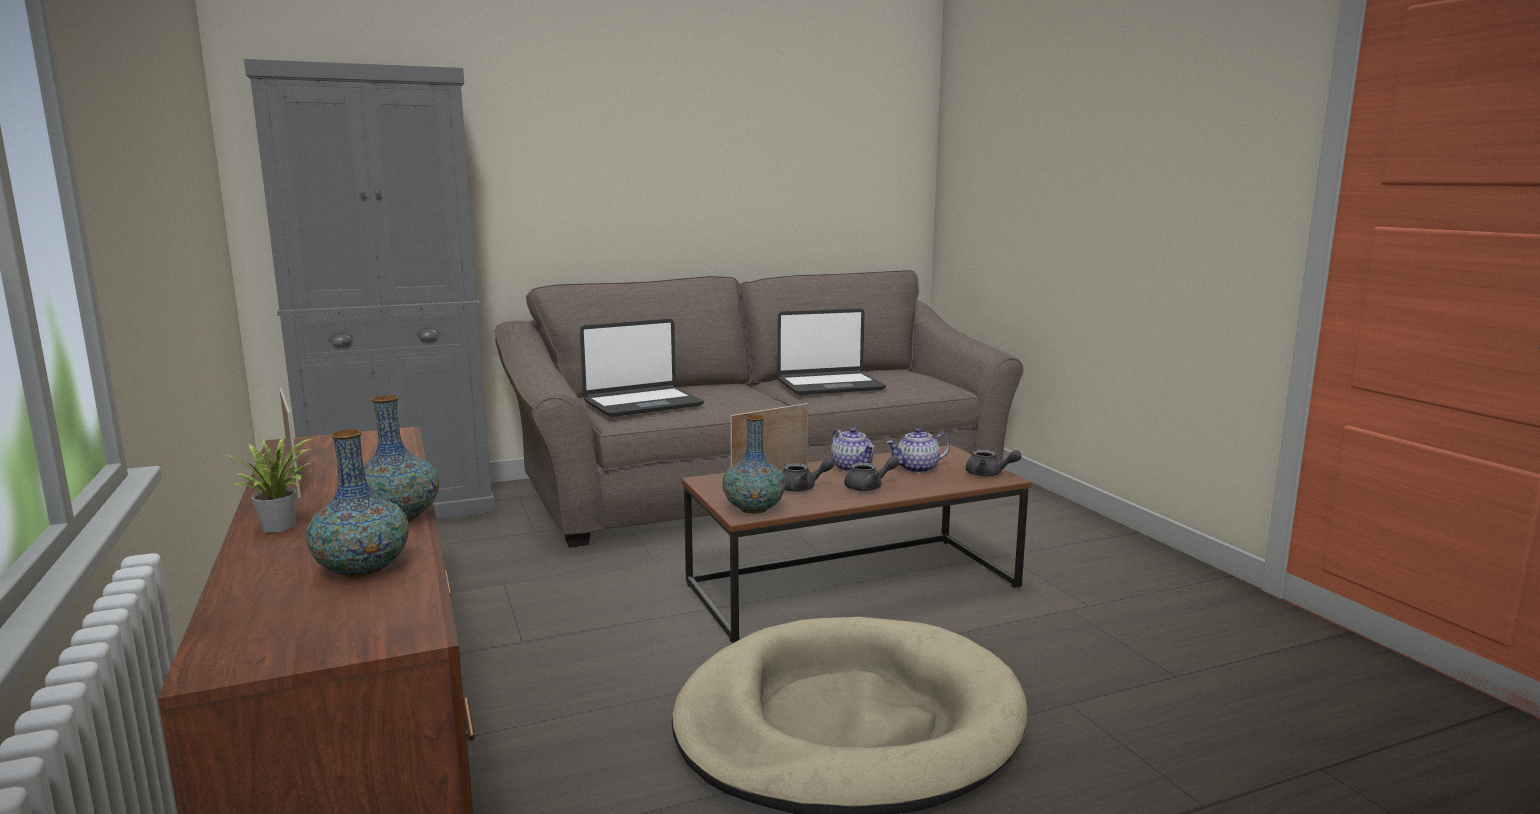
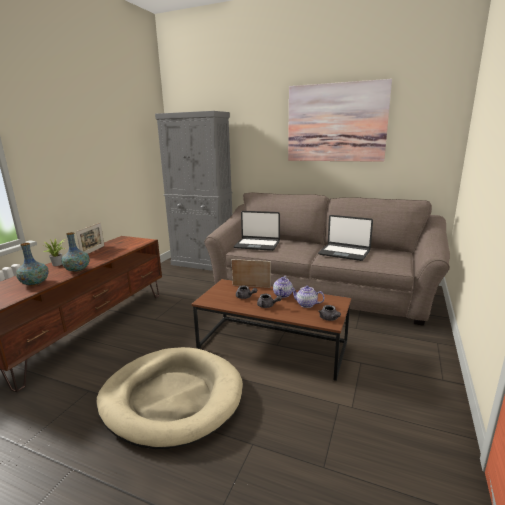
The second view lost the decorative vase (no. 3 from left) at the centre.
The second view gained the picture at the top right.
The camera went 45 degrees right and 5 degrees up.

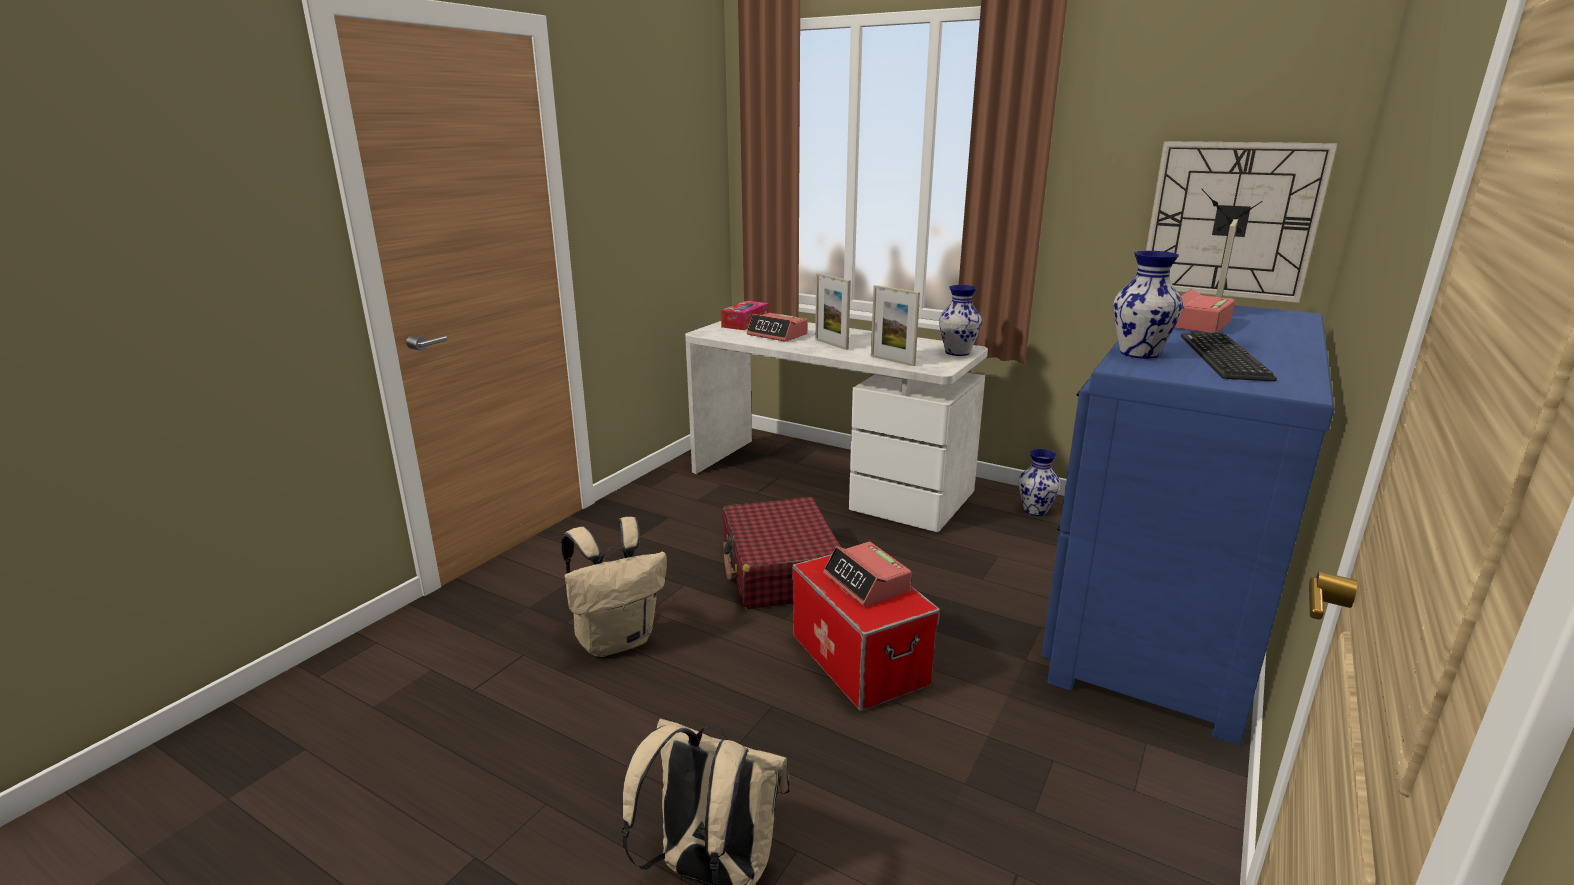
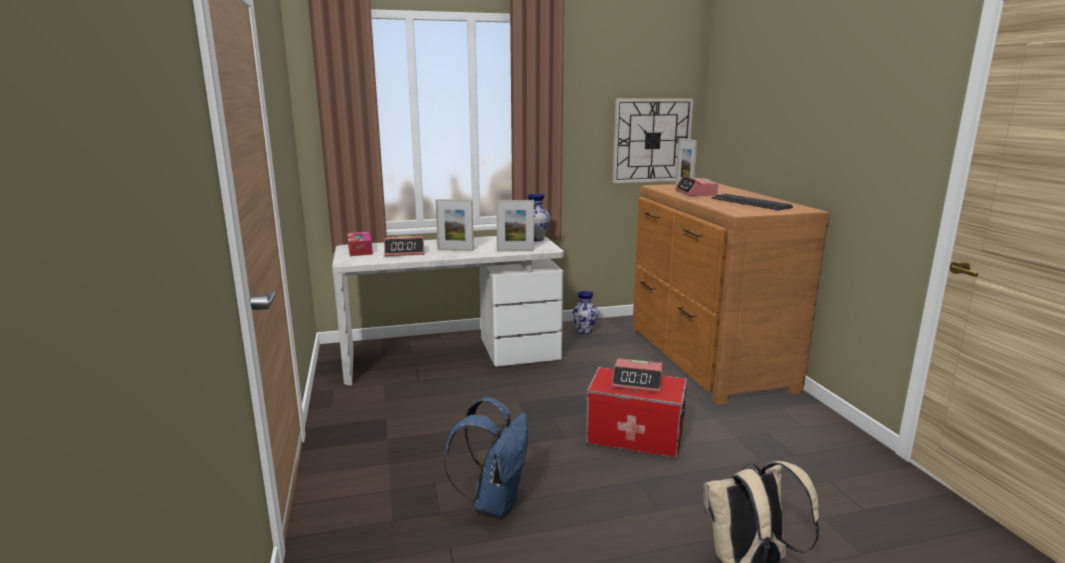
The second view lost the suitcase (reddish) at the centre.
The second view lost the decorative vase (no. 3 from left) at the middle right.
What was the knapsack (beige) (no. 1 from left) at the centre turned into the knapsack (blue) at the bottom centre.
What was the chest of drawers (blue) at the middle right turned into the chest of drawers (brown-coloured) at the middle right.
The camera went 45 degrees left and 5 degrees down.

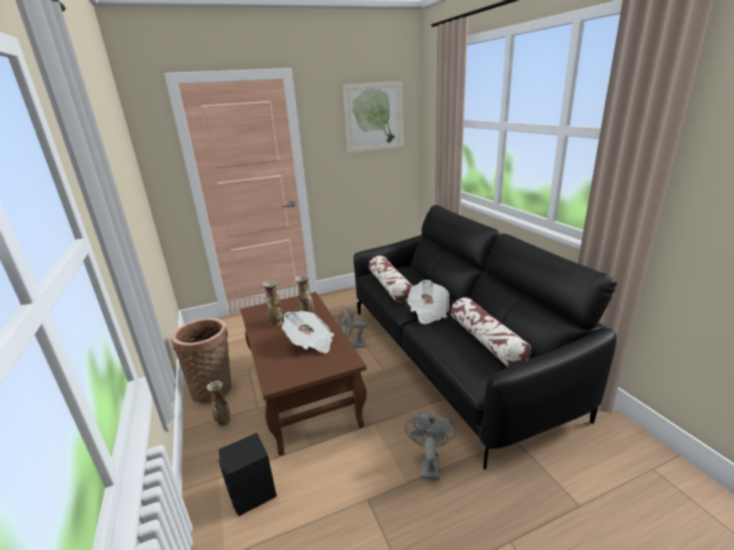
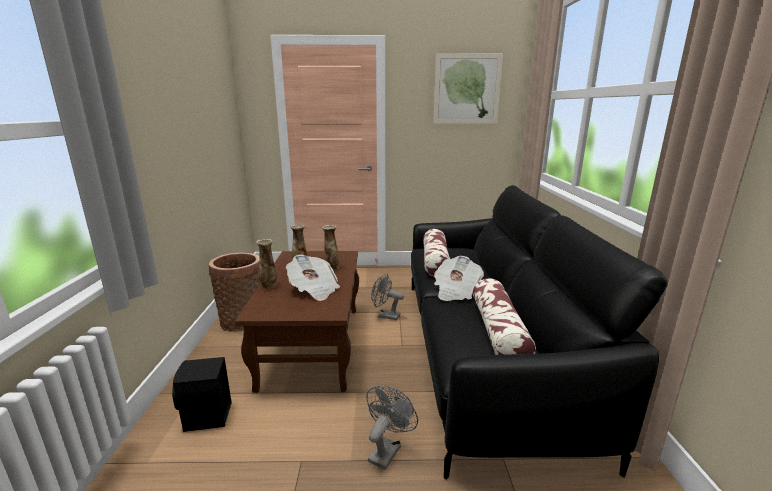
The decorative vase (no. 1 from left) ended up elsewhere, having gone from the bottom left to the centre.
The camera went 20 degrees right and 5 degrees down.

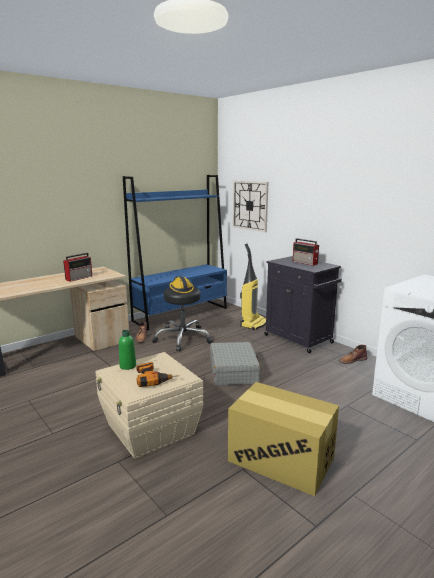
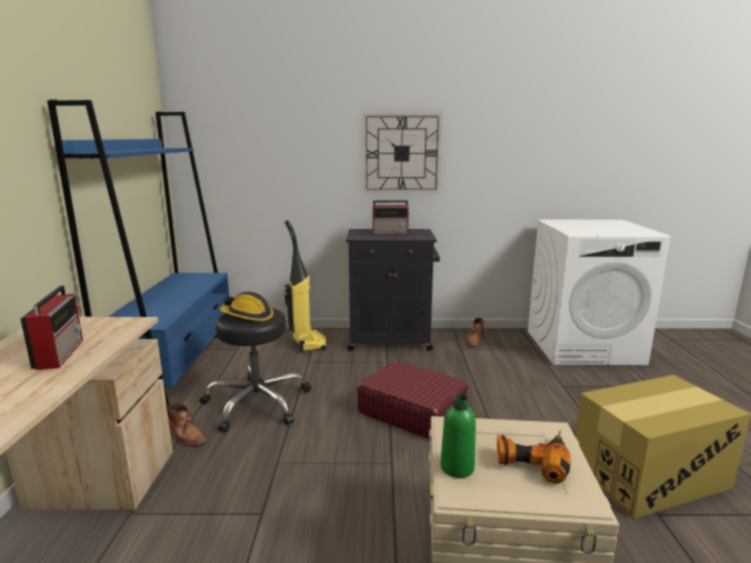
The hanging clock ended up elsewhere, having gone from the centre to the top centre.
What was the suitcase (grey) at the centre turned into the suitcase (reddish) at the bottom centre.
The camera went 50 degrees left and 0 degrees up.

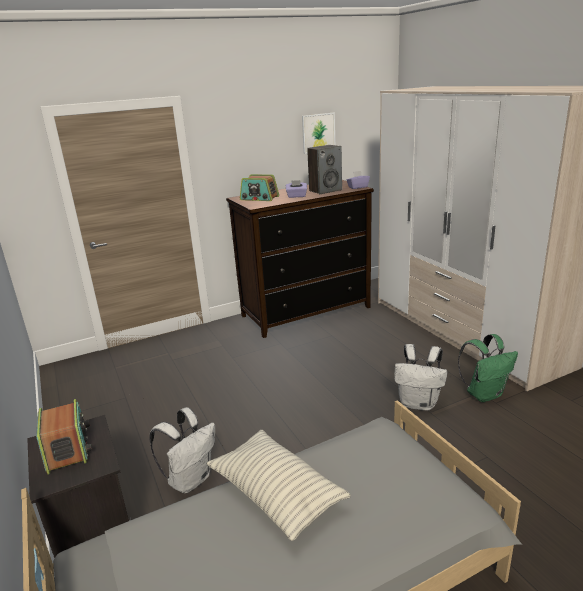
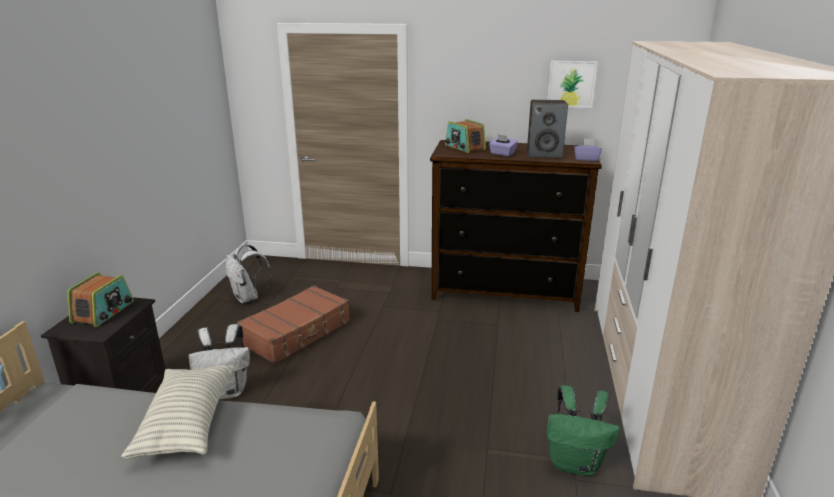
The second view gained the suitcase (brown-coloured) at the centre.
The knapsack (whitish) (no. 2 from left) ended up elsewhere, having gone from the middle right to the middle left.
The camera went 35 degrees right and 0 degrees up.

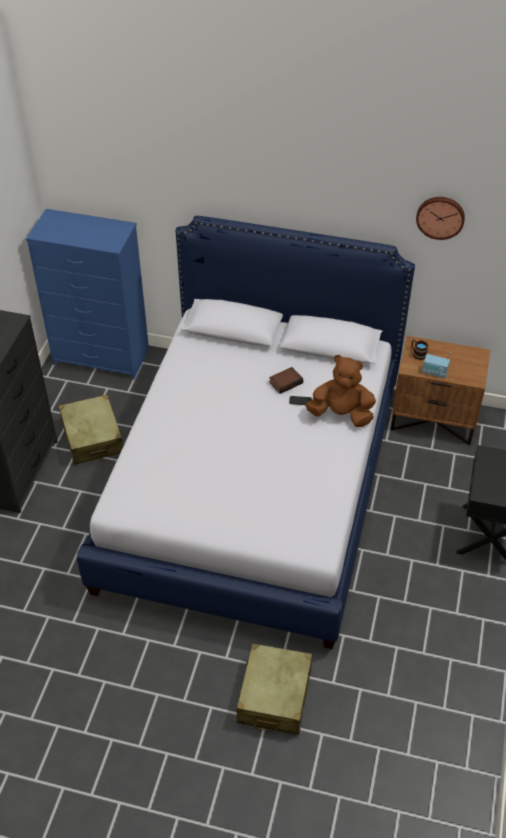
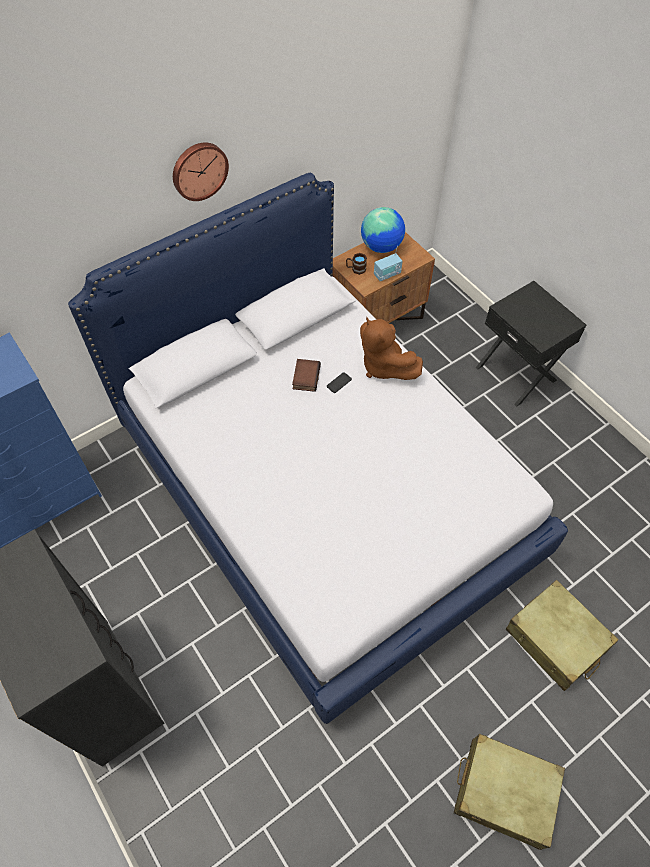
The second view gained the globe at the top centre.
The suitcase (beige) (no. 1 from left) ended up elsewhere, having gone from the middle left to the bottom right.
The hanging clock ended up elsewhere, having gone from the top right to the top left.
The soft toy (brown-coloured) at the middle right ended up facing another way, 90 degrees counterclockwise from before.
The camera went 50 degrees left and 10 degrees up.

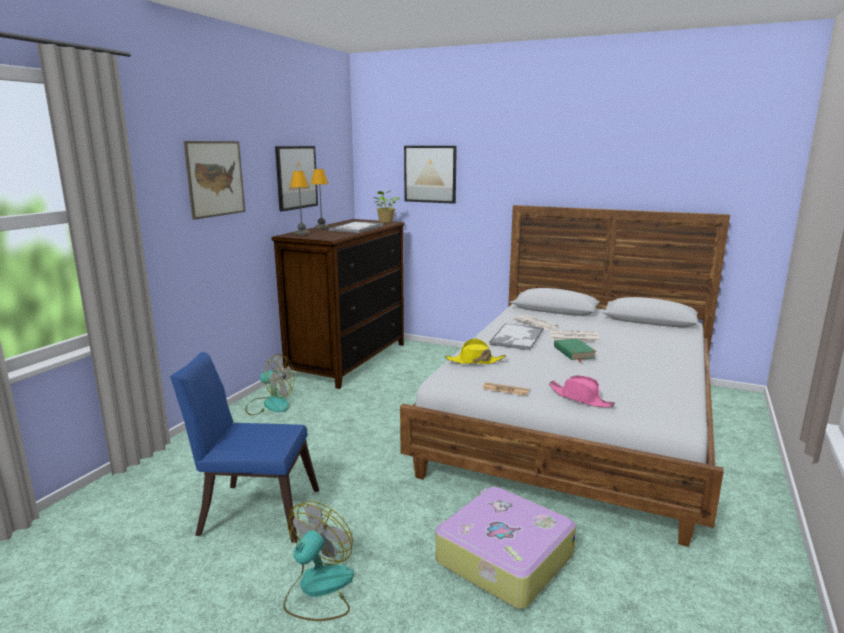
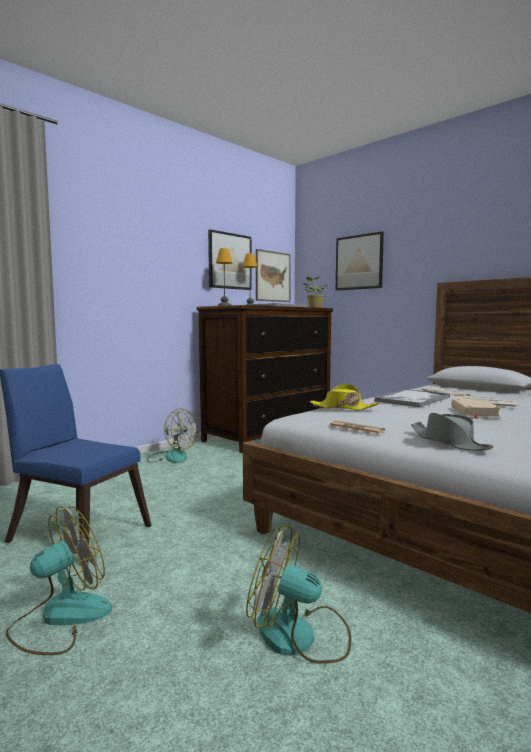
The picture (no. 1 from left in the first image) ended up elsewhere, having gone from the top left to the centre.
Where the suitcase stood at the bottom centre, the fan (no. 3 from left) came to stand at the bottom centre.
What was the wearable hat (pink) at the middle right turned into the wearable hat (grey) at the middle right.
What was the bound book (greenish) at the middle right turned into the bound book (beige) at the middle right.
The camera went 20 degrees right and 10 degrees down.

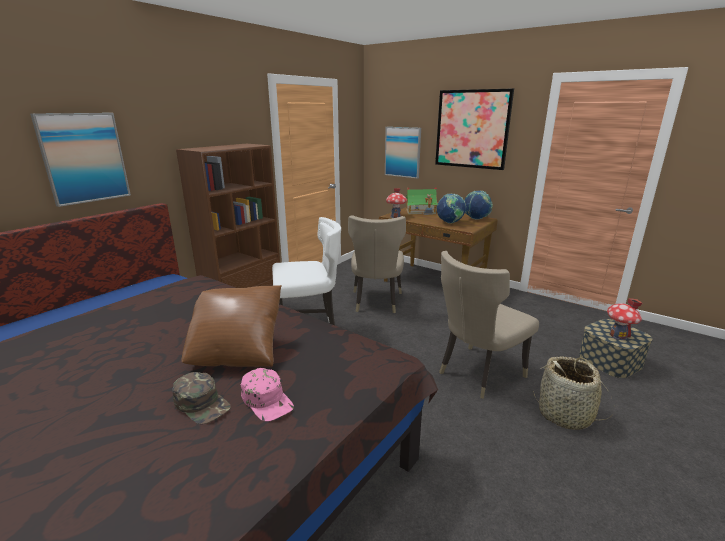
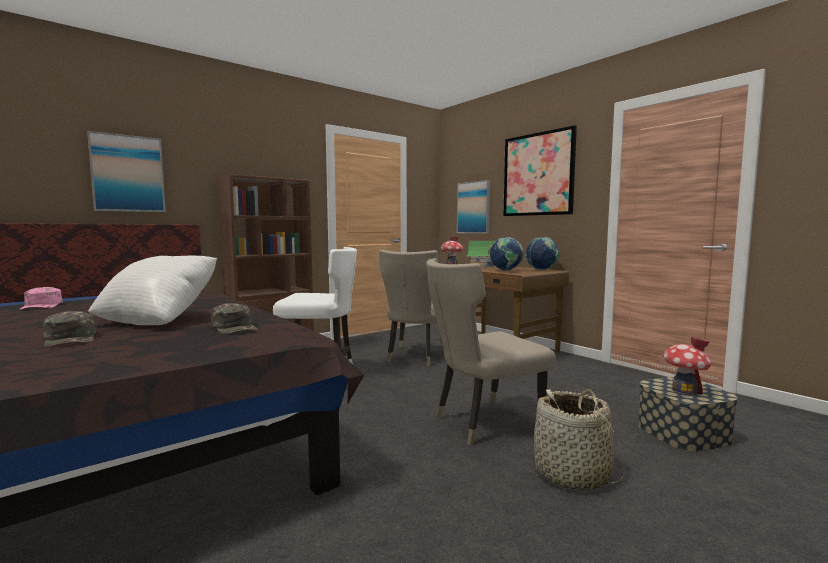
The second view gained the baseball cap (greenish) (no. 2 from left) at the middle left.
The baseball cap (pink) ended up elsewhere, having gone from the bottom centre to the middle left.
What was the throw pillow (brown-coloured) at the middle left turned into the throw pillow (whitish) at the middle left.
The camera went 15 degrees right and 15 degrees down.

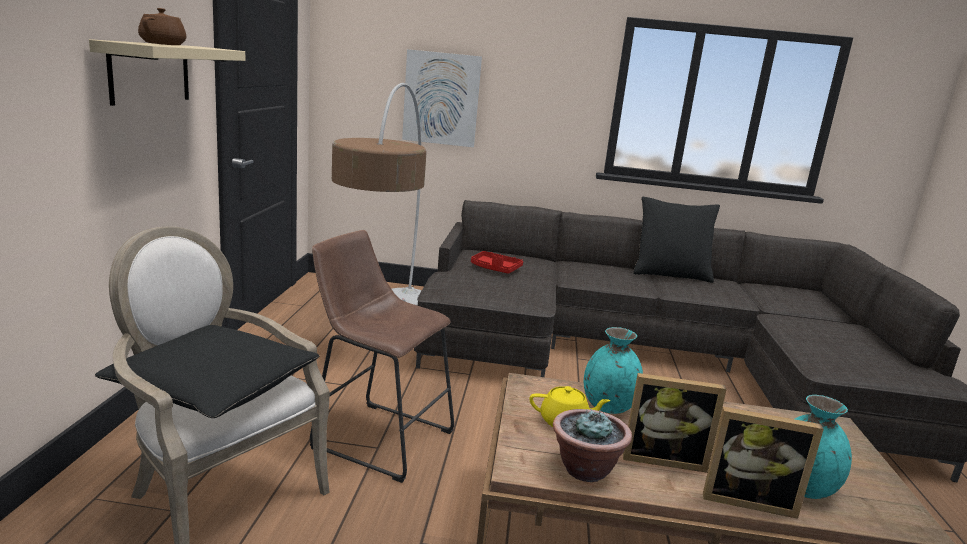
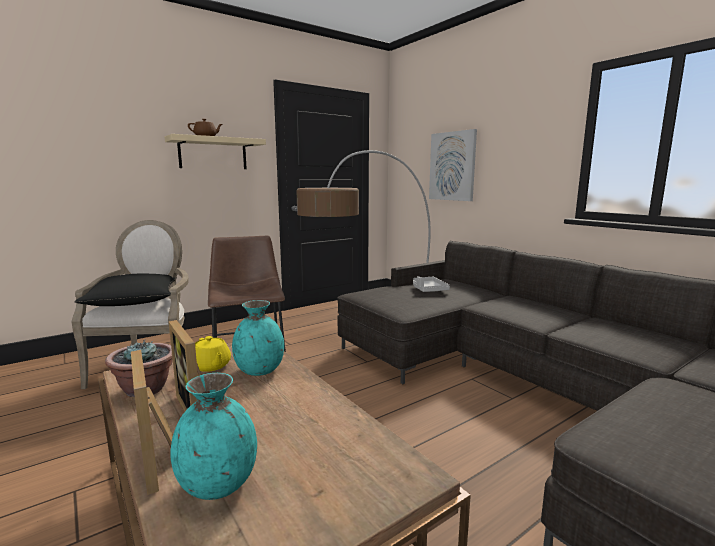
The second view lost the throw pillow (blackish) (no. 2 from left) at the middle right.
What was the tray (reddish) at the centre turned into the tray (grey) at the centre.
The camera went 50 degrees right and 5 degrees down.

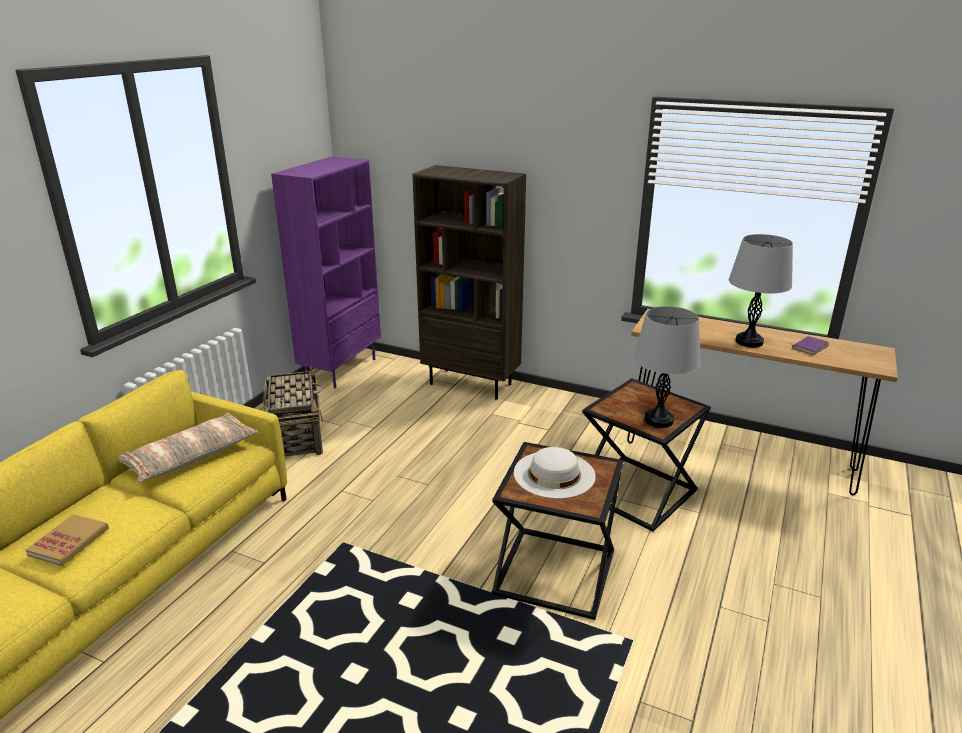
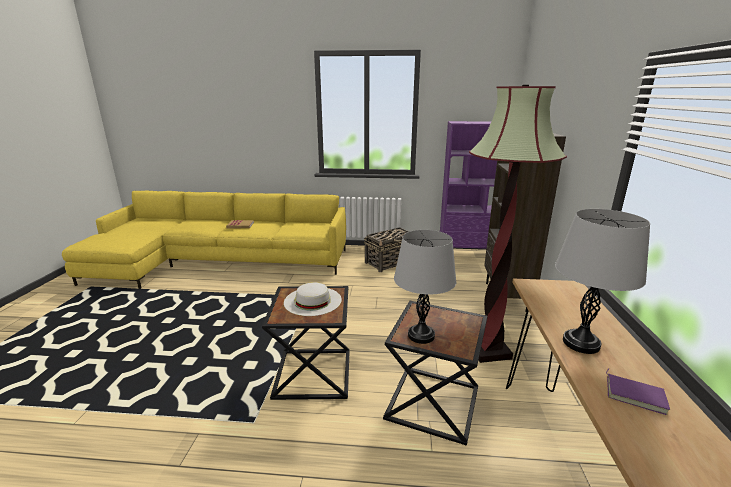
The second view lost the throw pillow at the middle left.
The second view gained the floor lamp at the middle right.
The camera went 70 degrees right and 5 degrees down.

